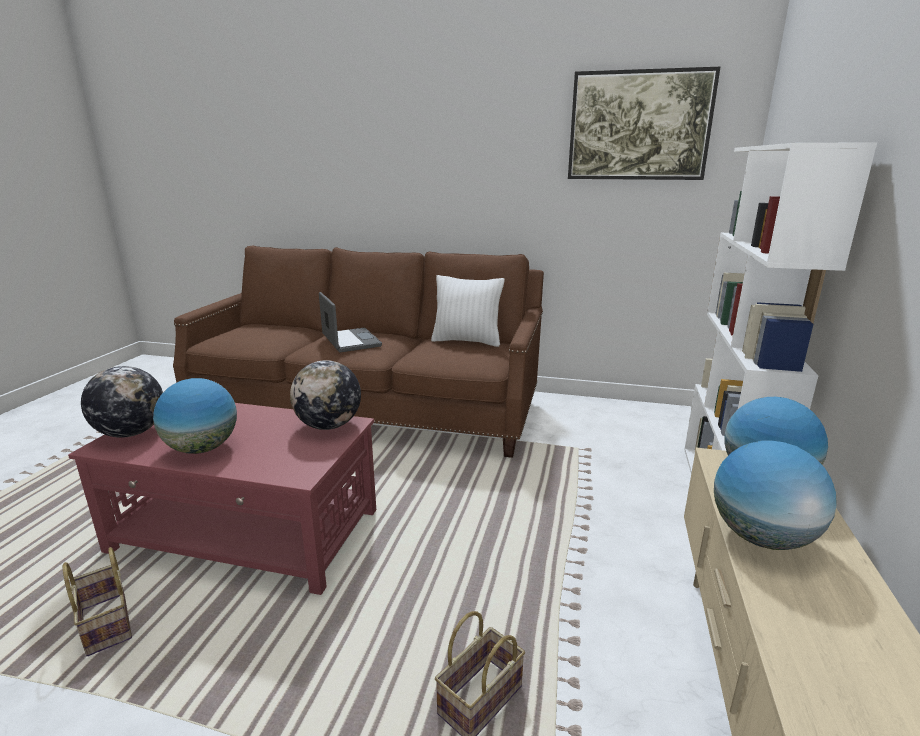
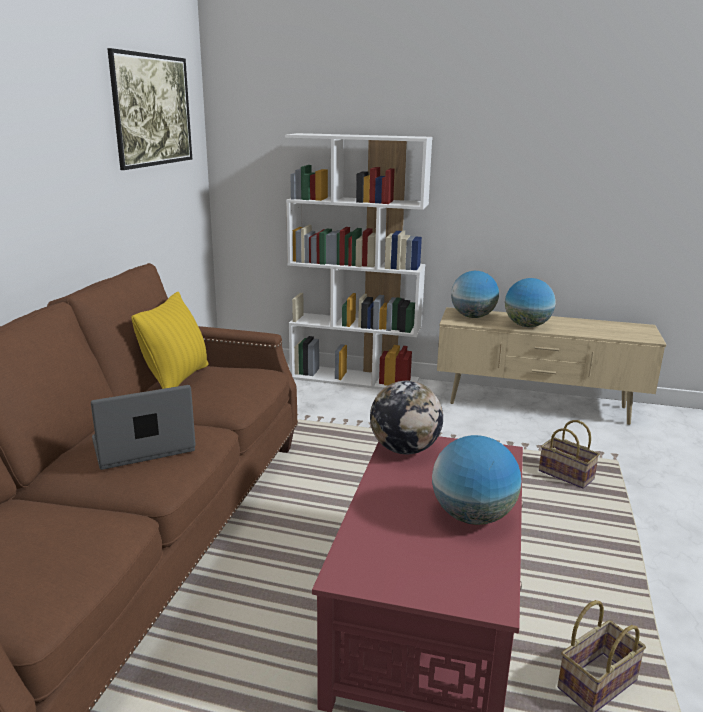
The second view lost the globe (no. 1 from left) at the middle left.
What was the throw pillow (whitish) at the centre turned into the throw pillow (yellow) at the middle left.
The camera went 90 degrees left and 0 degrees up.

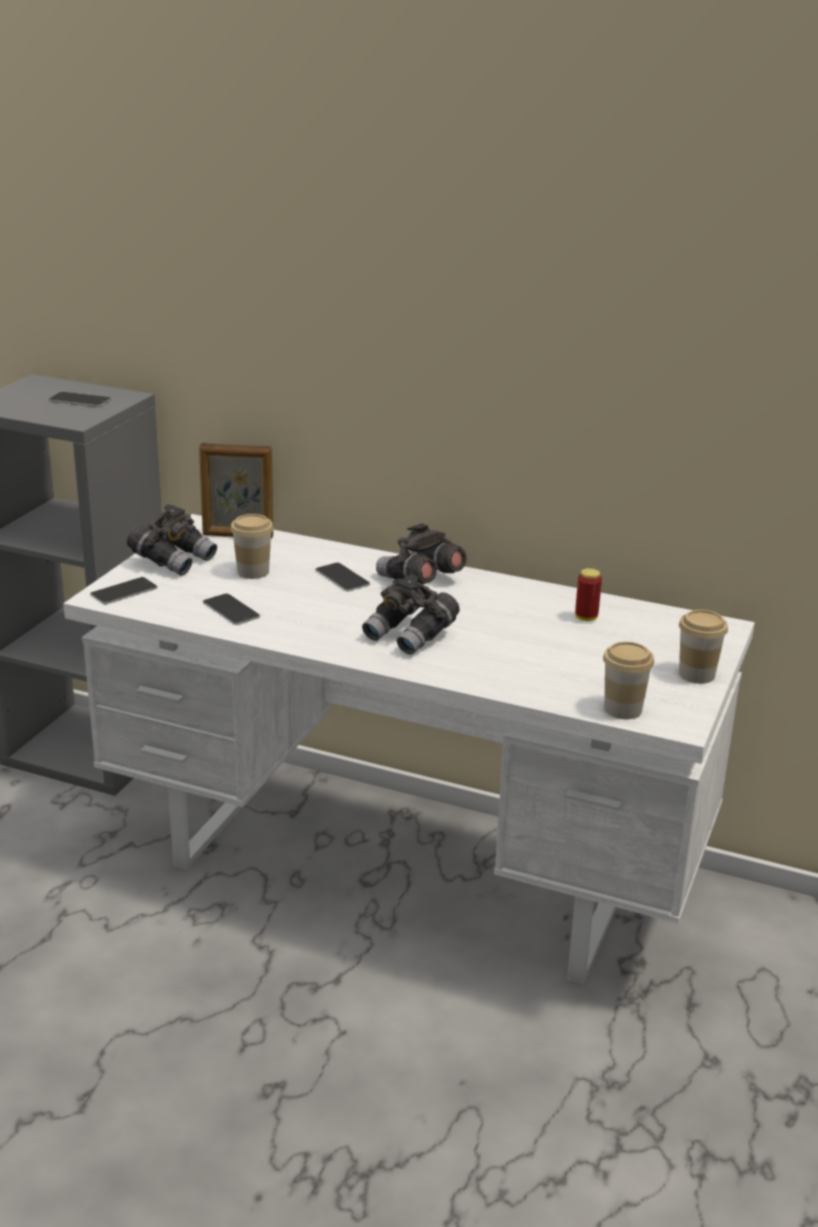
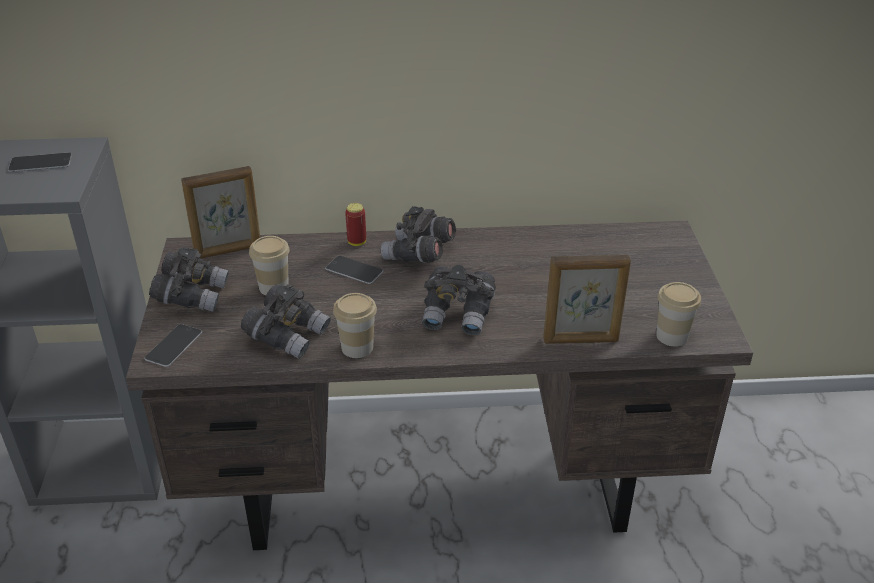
The second view gained the photo frame (no. 2 from left) at the middle right.
The sealed can ended up elsewhere, having gone from the middle right to the centre.
The cup (no. 3 from left in the first image) ended up elsewhere, having gone from the middle right to the centre.
Where the phone (no. 3 from left) stood at the middle left, the binoculars (grey) (no. 2 from left) came to stand at the middle left.
What was the desk table (whitish) at the centre turned into the desk table (brown-coloured) at the centre.
The camera went 25 degrees left and 10 degrees up.

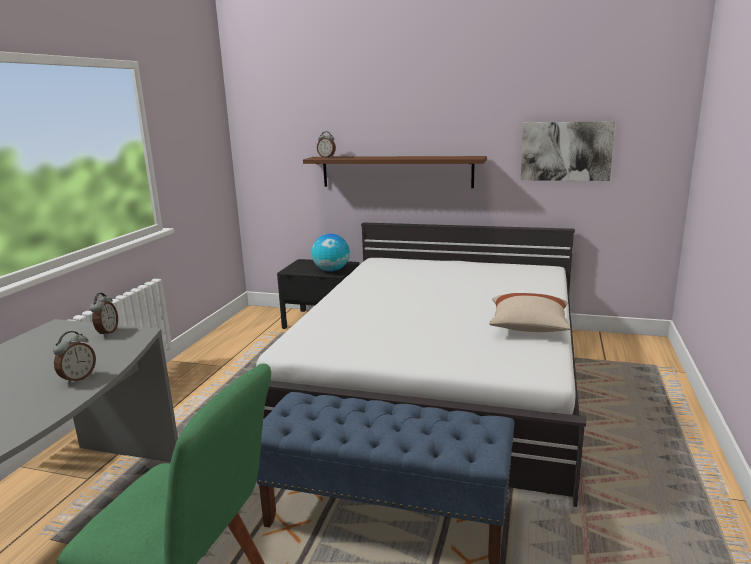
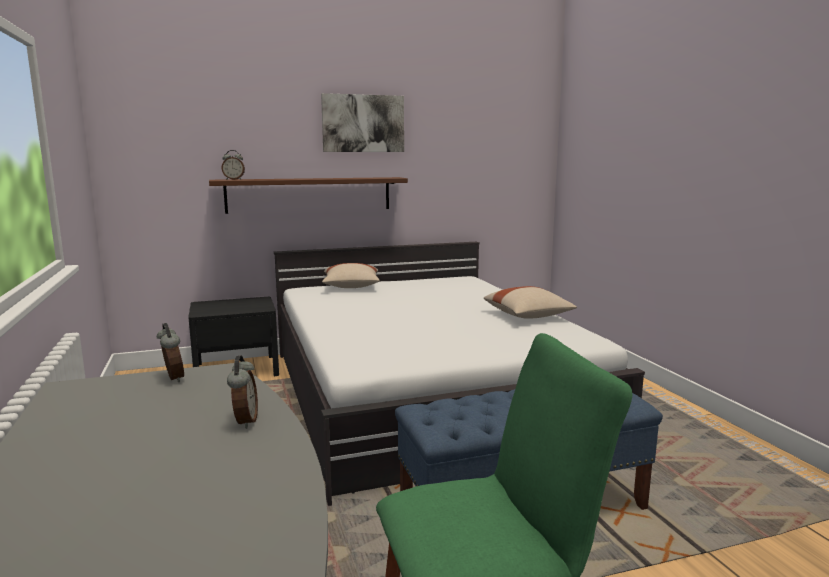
The second view lost the globe at the centre.
The second view gained the throw pillow (beige) (no. 1 from left) at the centre.
The picture ended up elsewhere, having gone from the top right to the top centre.
The camera went 35 degrees left and 5 degrees down.

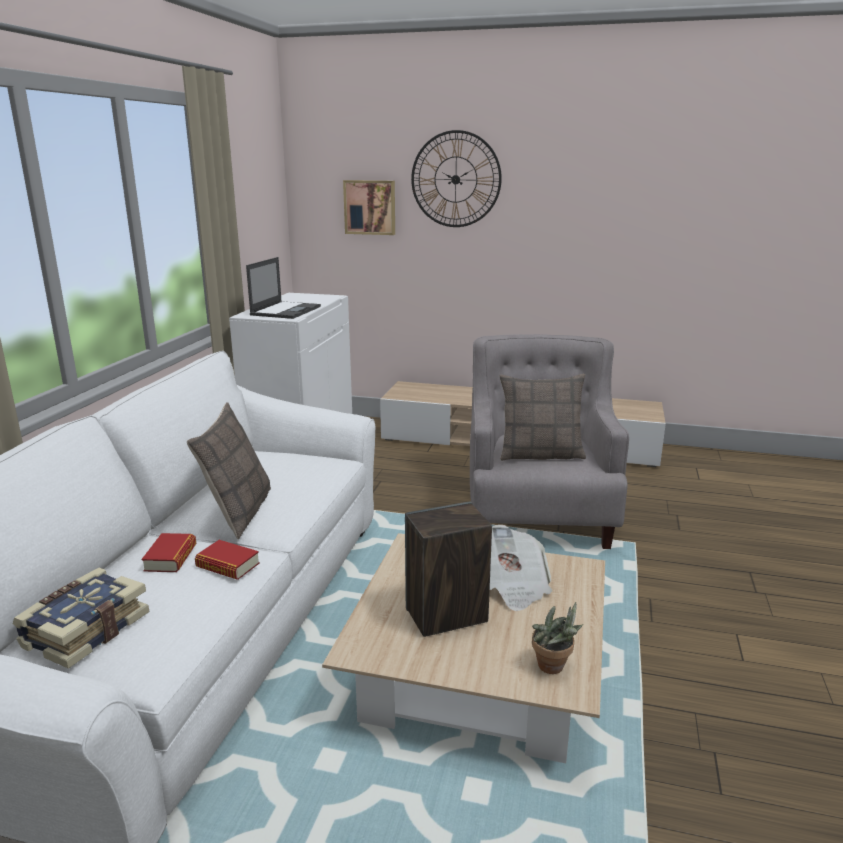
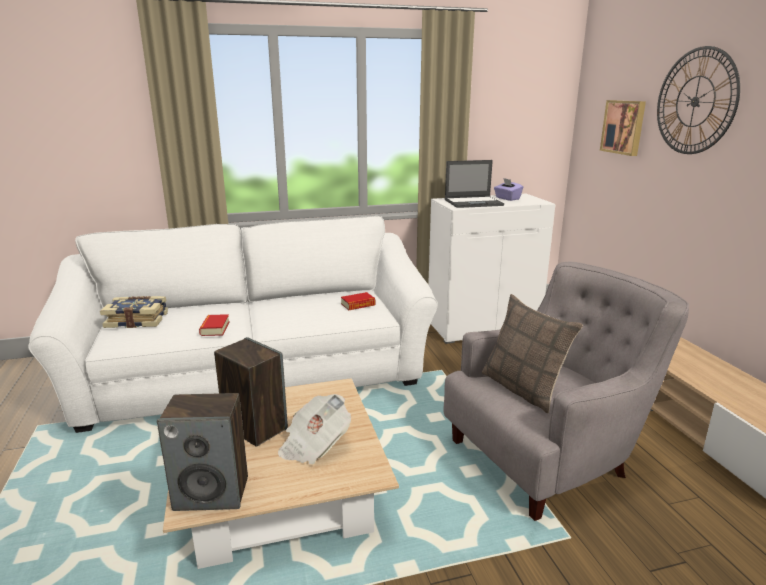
The second view lost the throw pillow (no. 1 from left) at the middle left.
The second view gained the tissue holder (purplish) at the top centre.
The bound book (no. 2 from left in the first image) ended up elsewhere, having gone from the middle left to the centre.
Where the houseplant stood at the bottom centre, the speaker (no. 1 from left) came to stand at the bottom left.
The camera went 60 degrees right and 0 degrees up.

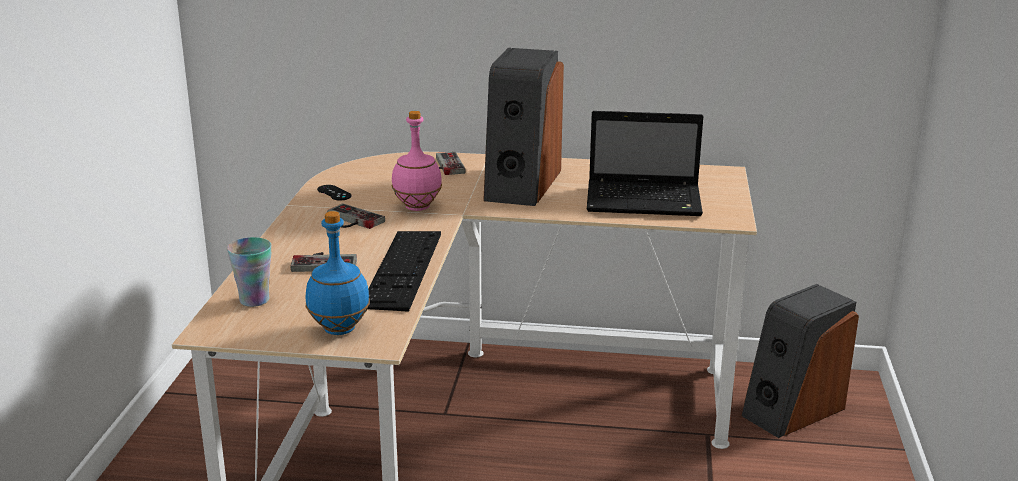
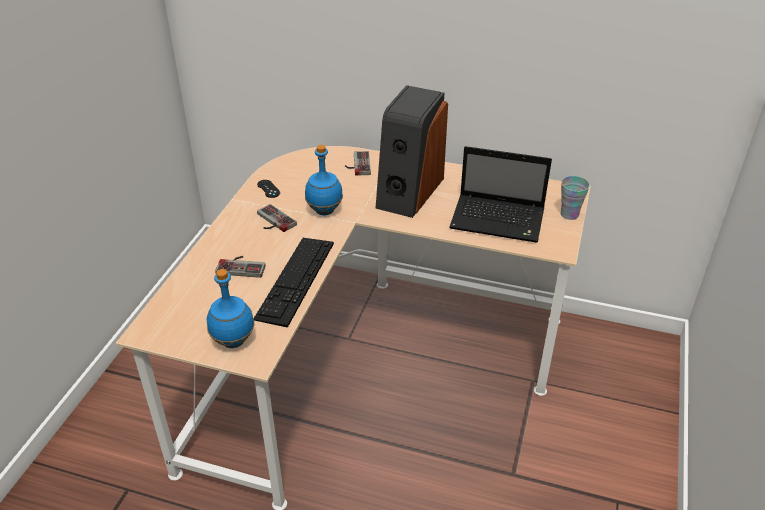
The second view lost the speaker (no. 2 from left) at the bottom right.
The cup ended up elsewhere, having gone from the middle left to the middle right.
What was the bottle (pink) at the centre turned into the bottle (blue) (no. 2 from left) at the centre.
The camera went 10 degrees right and 15 degrees up.

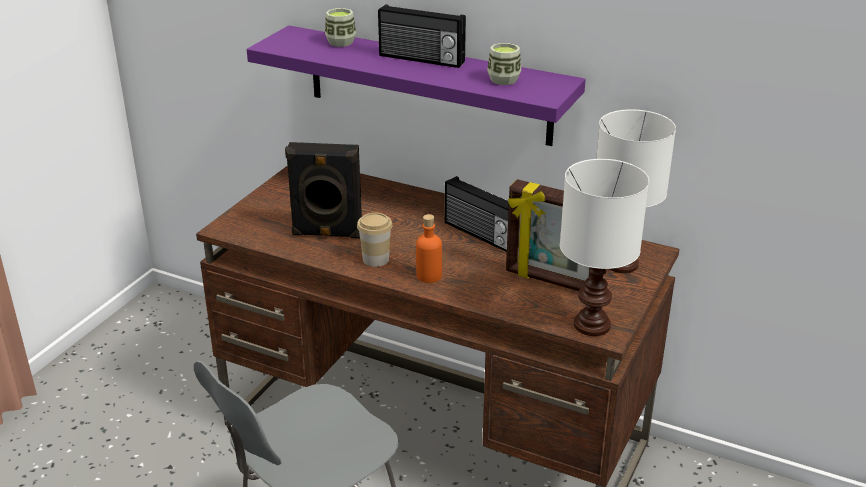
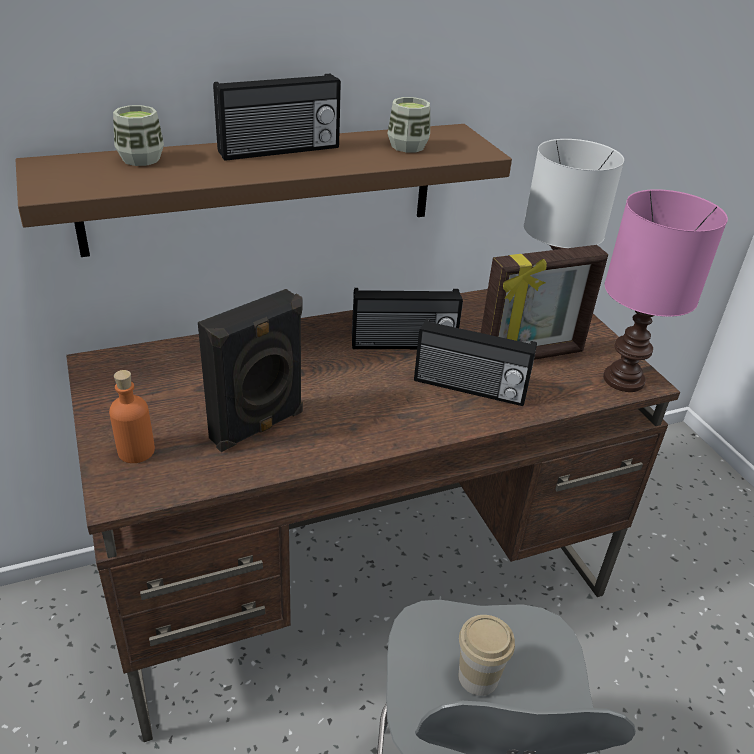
The second view gained the radio (no. 3 from left) at the centre.
The cup (no. 2 from left in the first image) ended up elsewhere, having gone from the centre to the bottom centre.
The bottle (orangey) ended up elsewhere, having gone from the centre to the middle left.
What was the wall shelf (purplish) at the top centre turned into the wall shelf (brown-coloured) at the top centre.
What was the table lamp (whitish) (no. 1 from left) at the middle right turned into the table lamp (pink) at the middle right.
The camera went 50 degrees left and 5 degrees up.

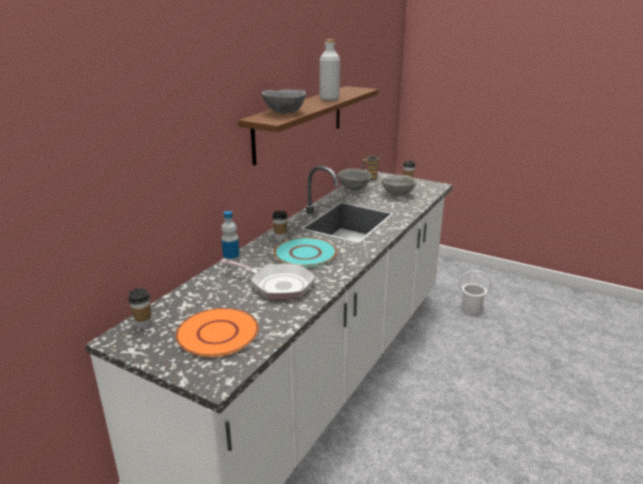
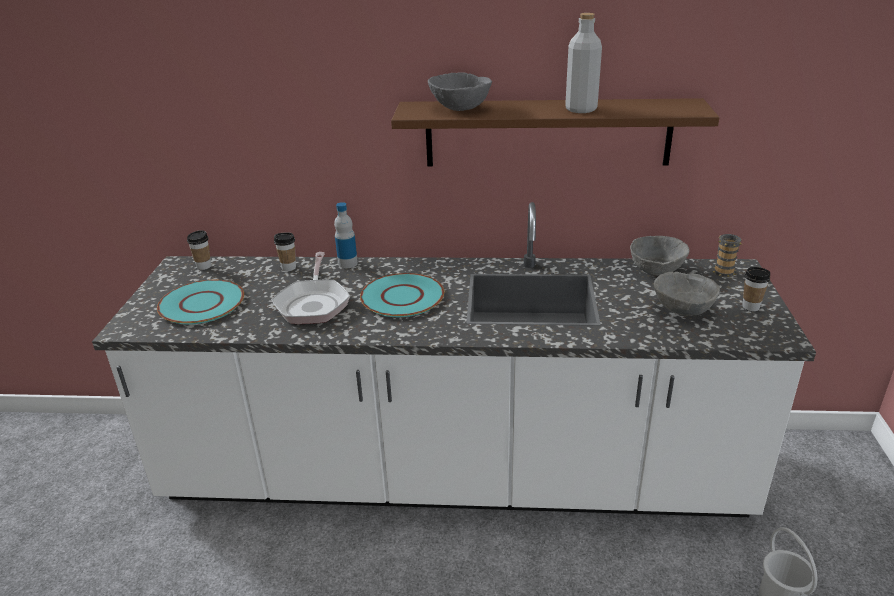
The cup (no. 2 from left) ended up elsewhere, having gone from the centre to the middle left.
What was the dinner plate (orangey) at the bottom centre turned into the dinner plate (turquoise) (no. 1 from left) at the middle left.
The camera went 65 degrees right and 5 degrees up.

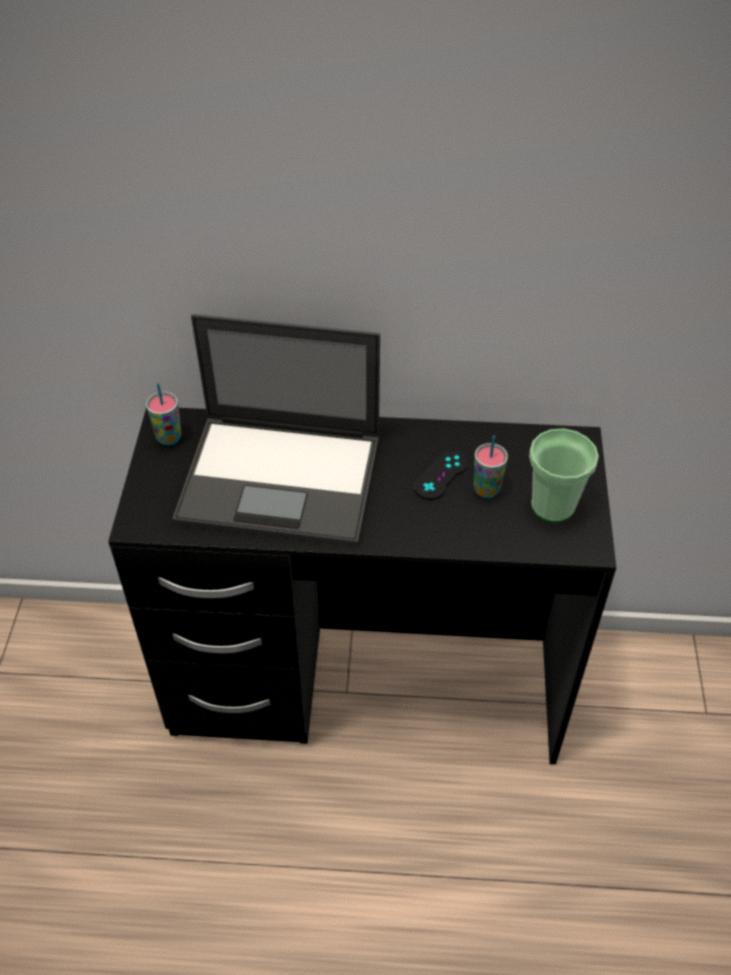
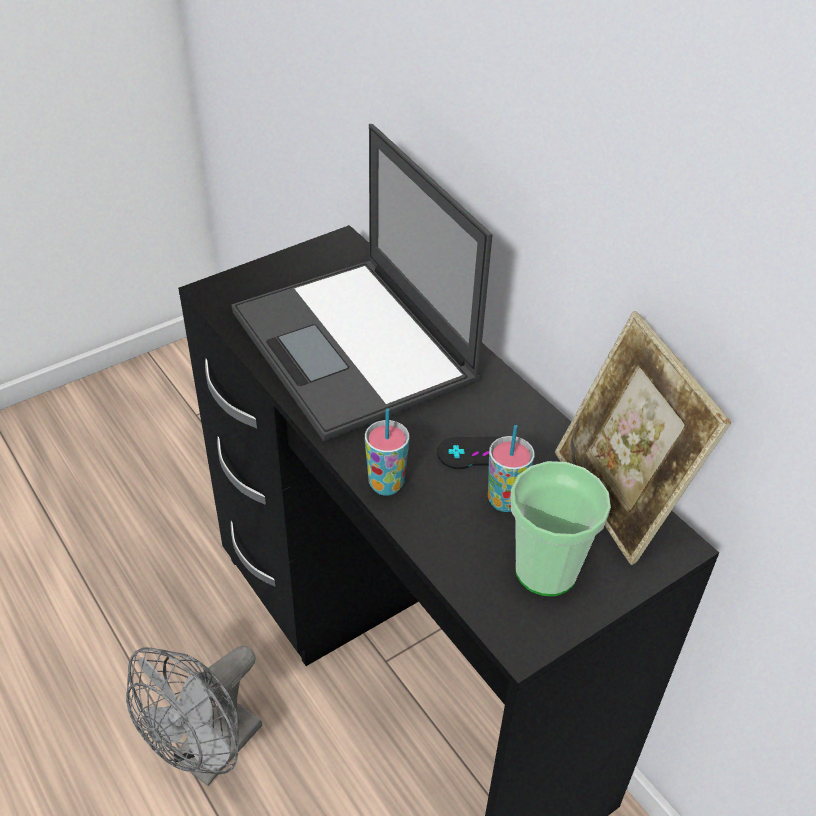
The second view gained the fan (grey) at the bottom left.
The second view gained the photo frame at the middle right.
The cup (no. 1 from left) ended up elsewhere, having gone from the middle left to the centre.
The camera went 50 degrees right and 5 degrees down.

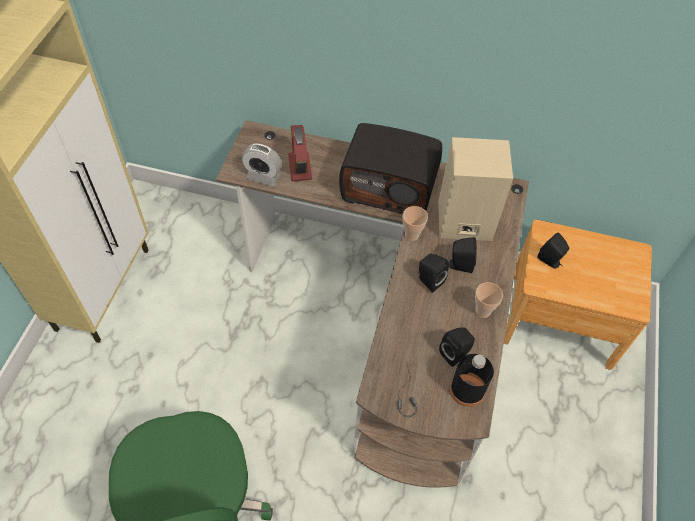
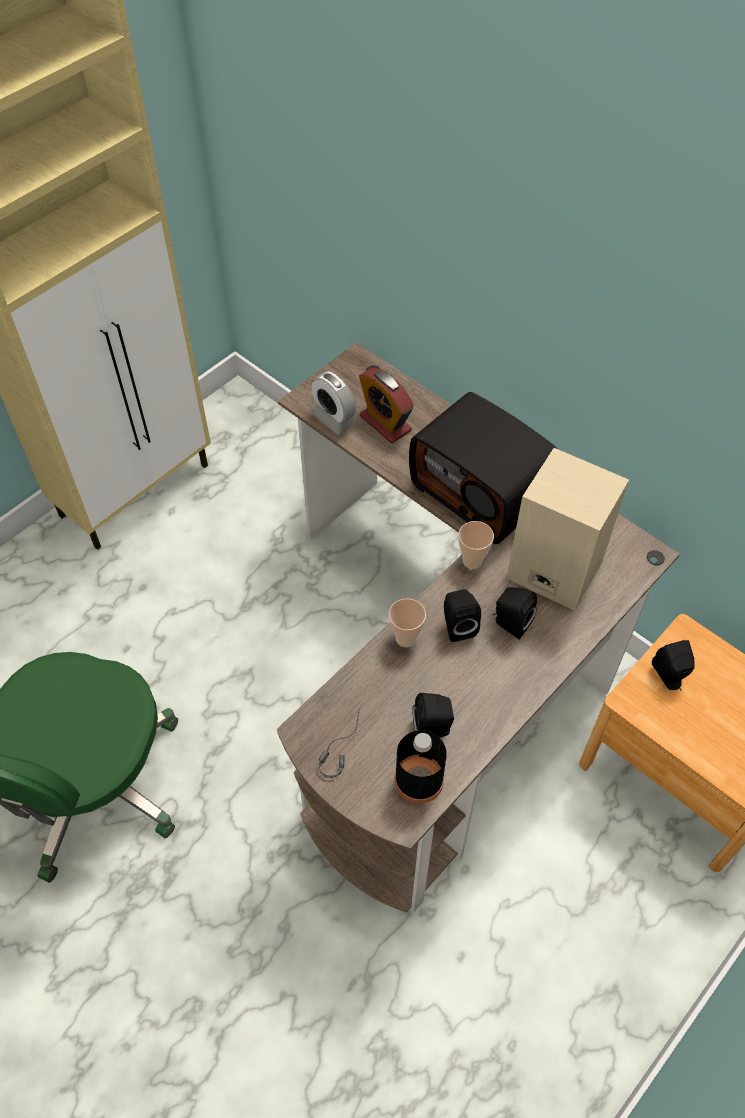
The cup (no. 2 from left in the first image) ended up elsewhere, having gone from the middle right to the centre.
The bedside clock (no. 2 from left) at the top centre ended up facing another way, 60 degrees counterclockwise from before.
The camera went 30 degrees right and 0 degrees up.

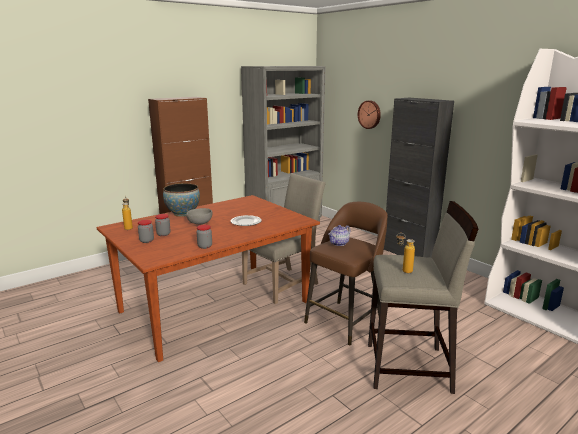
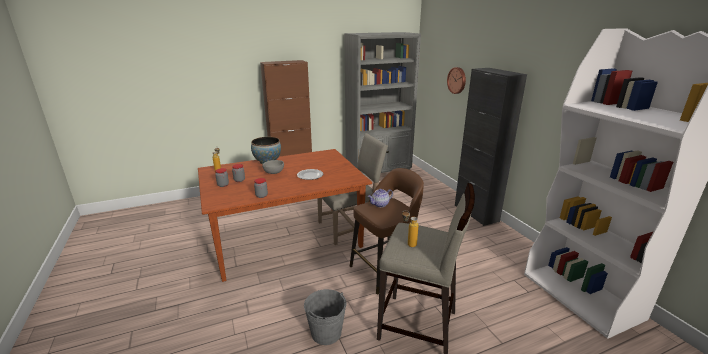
The second view gained the bucket (grey) at the bottom centre.
The camera went 15 degrees right and 5 degrees up.

